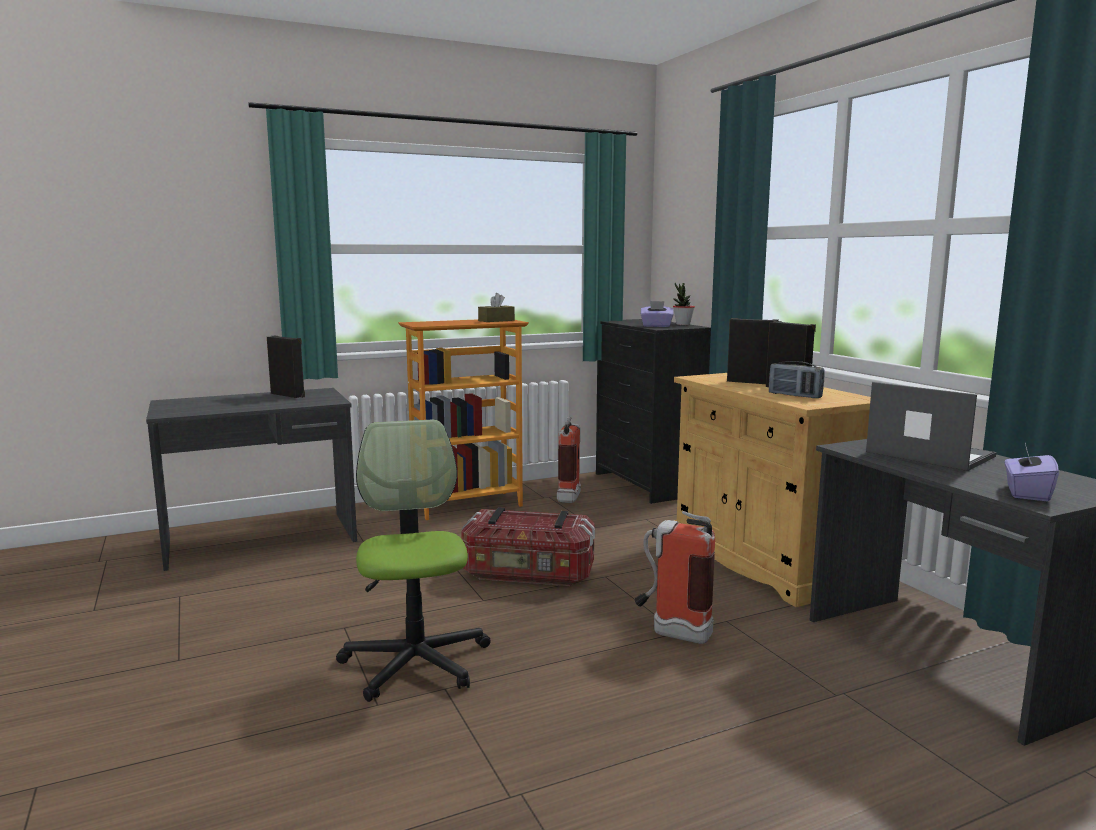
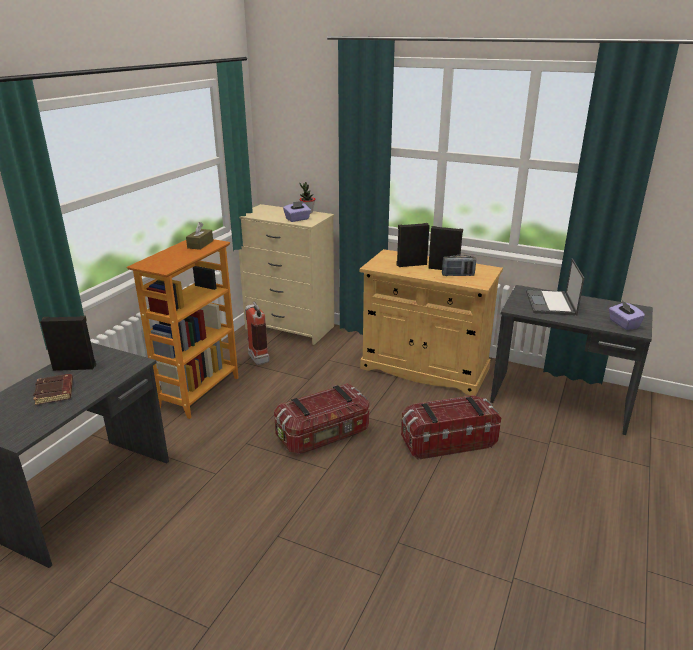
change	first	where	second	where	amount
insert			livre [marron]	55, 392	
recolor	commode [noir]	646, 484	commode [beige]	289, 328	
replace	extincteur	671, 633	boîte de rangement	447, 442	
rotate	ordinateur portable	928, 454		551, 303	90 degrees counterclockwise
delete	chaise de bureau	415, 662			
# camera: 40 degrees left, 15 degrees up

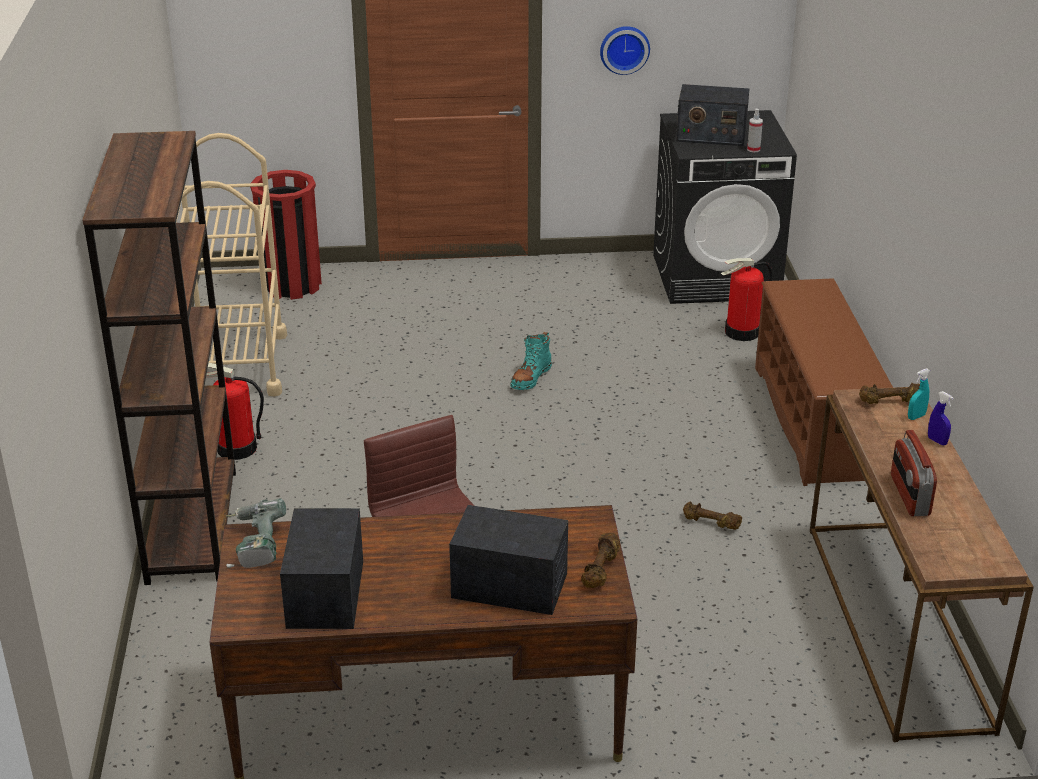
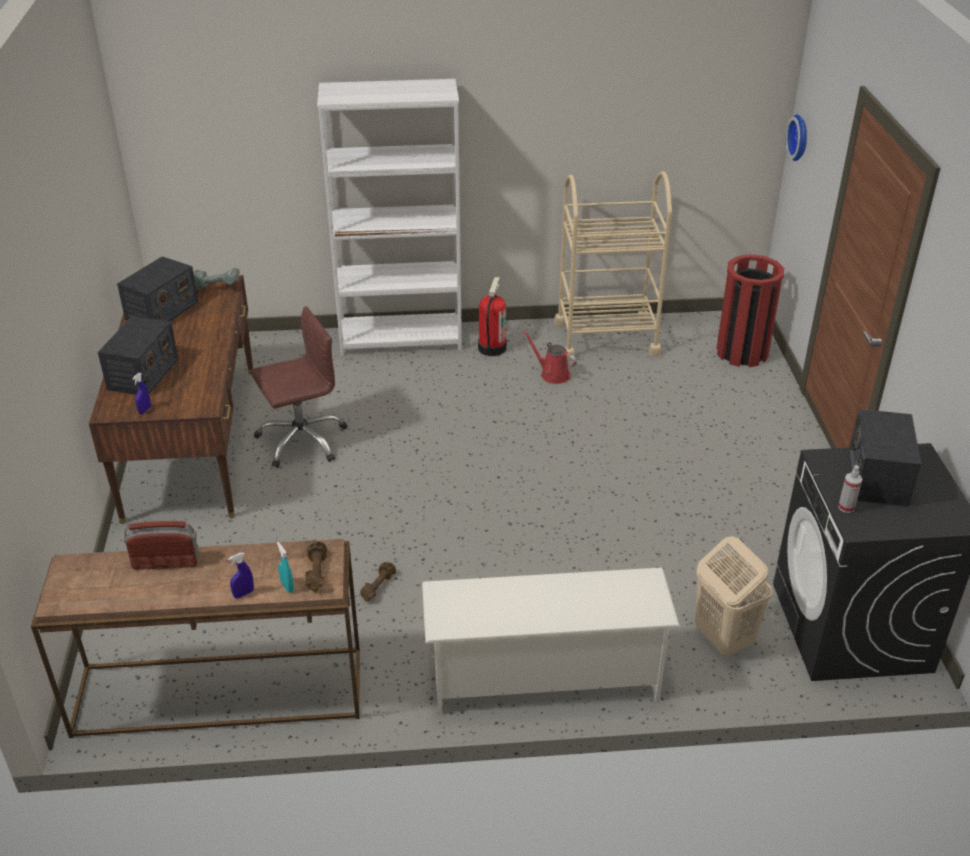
change	first	where	second	where	amount
rotate	radio	325, 593		161, 311	120 degrees clockwise
replace	haltère [marron]	601, 570	vaporisateur [bleu]	145, 410	
recolor	bibliothèque [marron]	192, 525	bibliothèque [blanc]	401, 339	
recolor	étagère à chaussures [marron]	814, 422	étagère à chaussures [blanc]	544, 677	
insert			arrosoir [rouge]	552, 374	
replace	extincteur	742, 332	panier à linge [beige]	722, 638	
move	horloge murale	624, 49		800, 137	
delete	botte [turquoise]	531, 378			
# camera: 90 degrees right, 5 degrees up

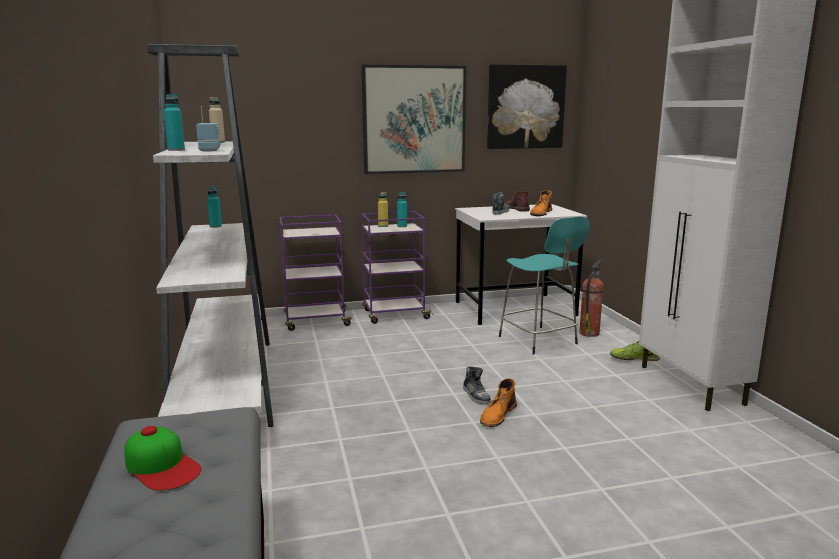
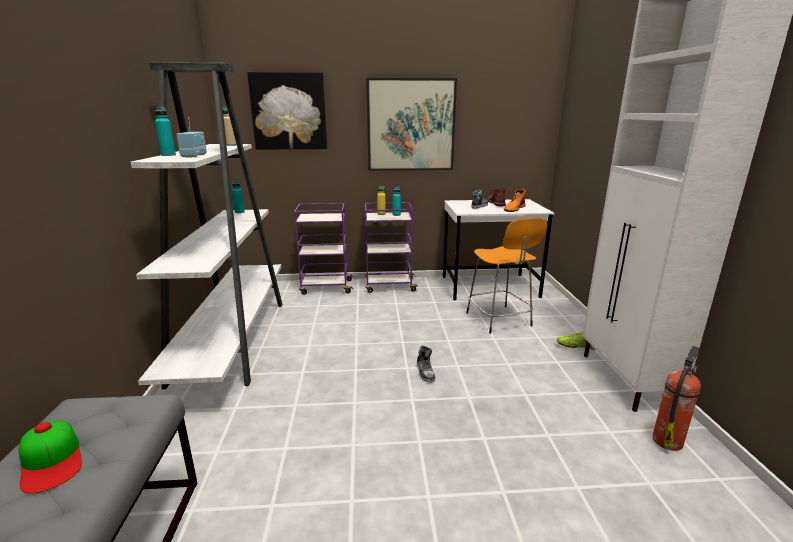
change	first	where	second	where	amount
move	tableau	525, 107		289, 111	
recolor	tabouret [turquoise]	539, 341	tabouret [orange]	499, 320	
move	extincteur	589, 333		668, 440	
delete	botte [orange]	498, 415			
# camera: 10 degrees right, 5 degrees up

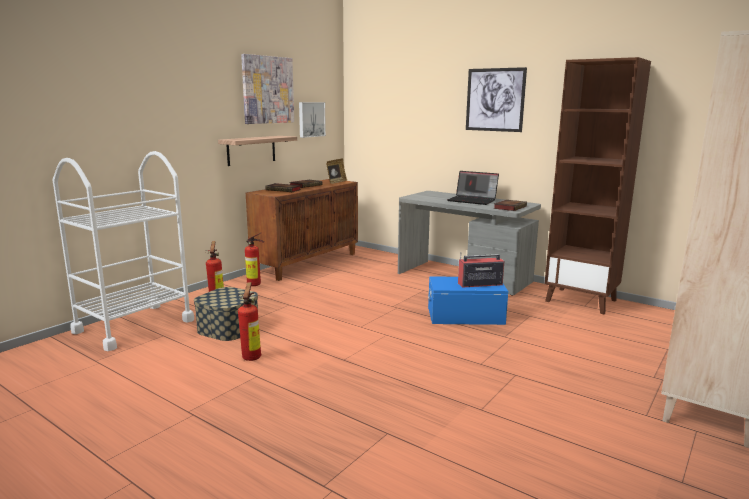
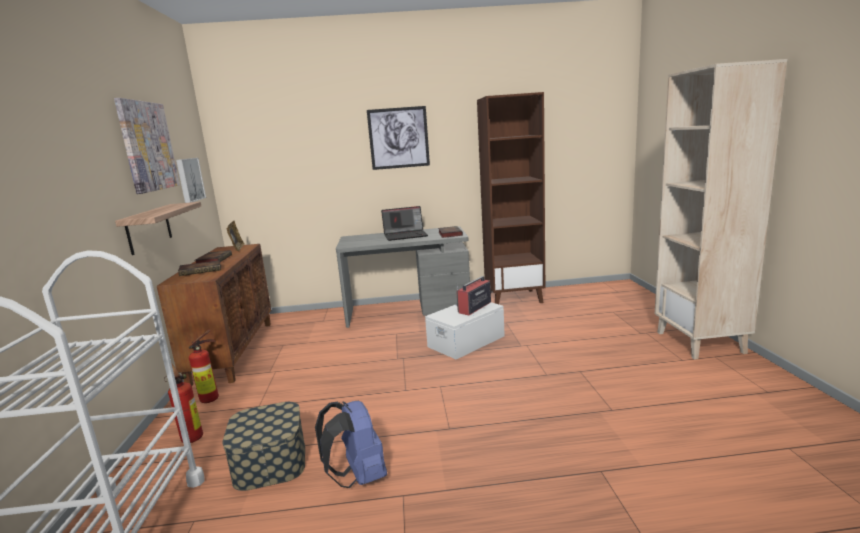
change	first	where	second	where	amount
replace	extincteur	252, 356	sac à dos [bleu]	358, 477	
recolor	boîte de rangement [bleu]	465, 315	boîte de rangement [blanc]	465, 341	
# camera: 40 degrees left, 0 degrees up

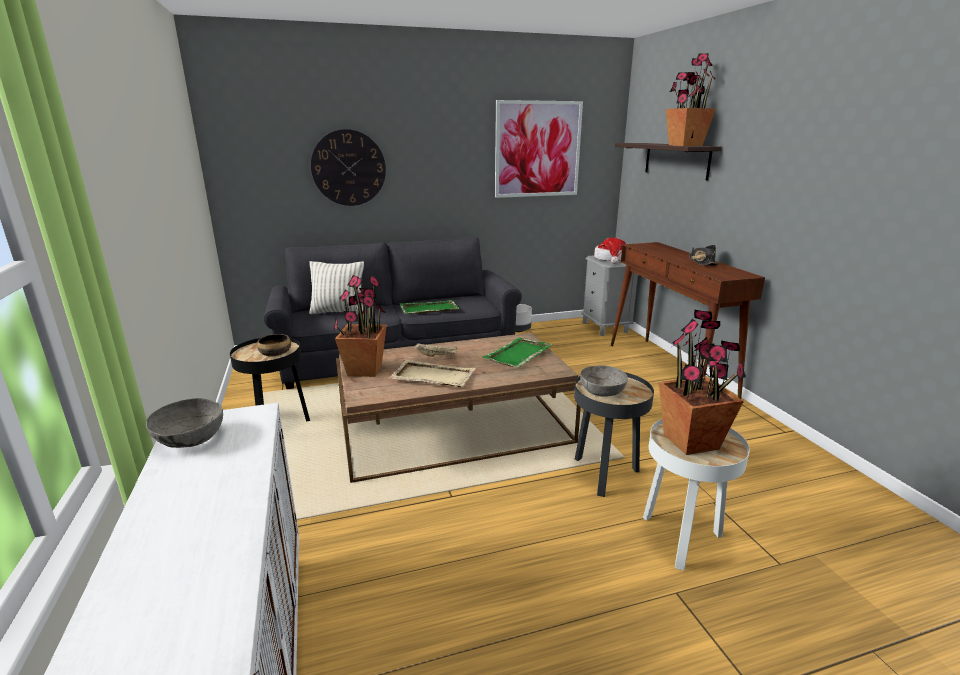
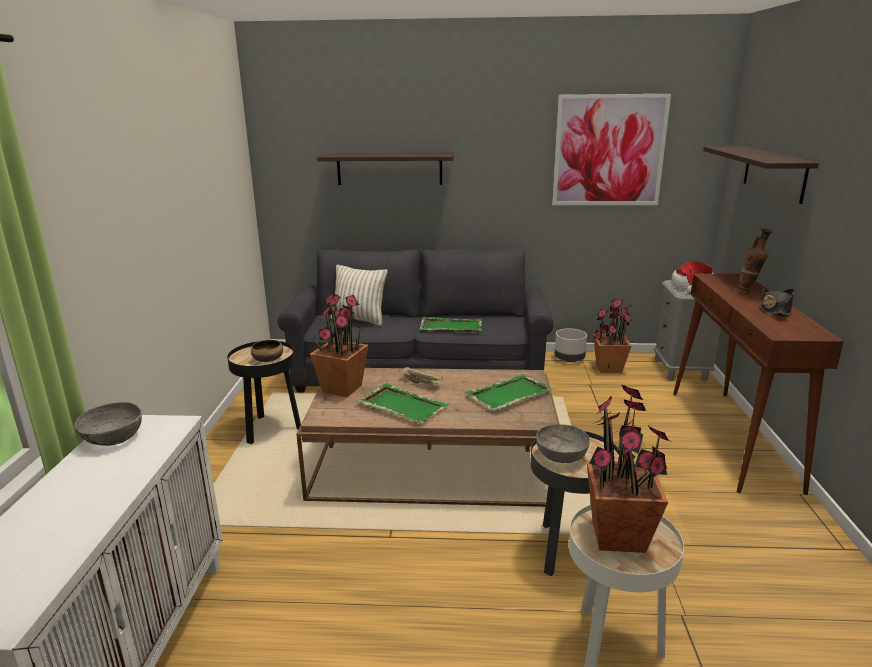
change	first	where	second	where	amount
replace	horloge murale	348, 168	étagère	389, 168	
recolor	plateau [beige]	432, 376	plateau [vert]	402, 406	
move	plante en pot	684, 145		608, 368	
insert			vase	748, 293	
# camera: 20 degrees right, 0 degrees up

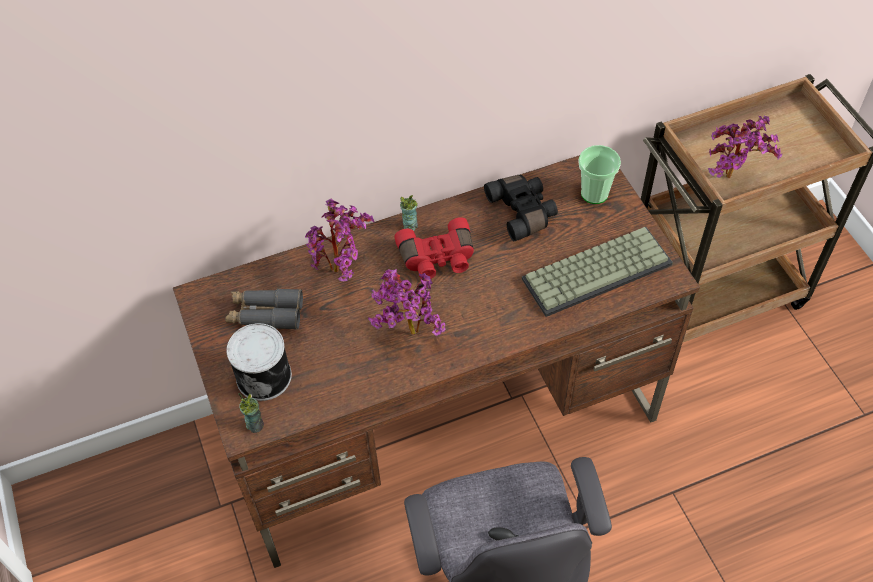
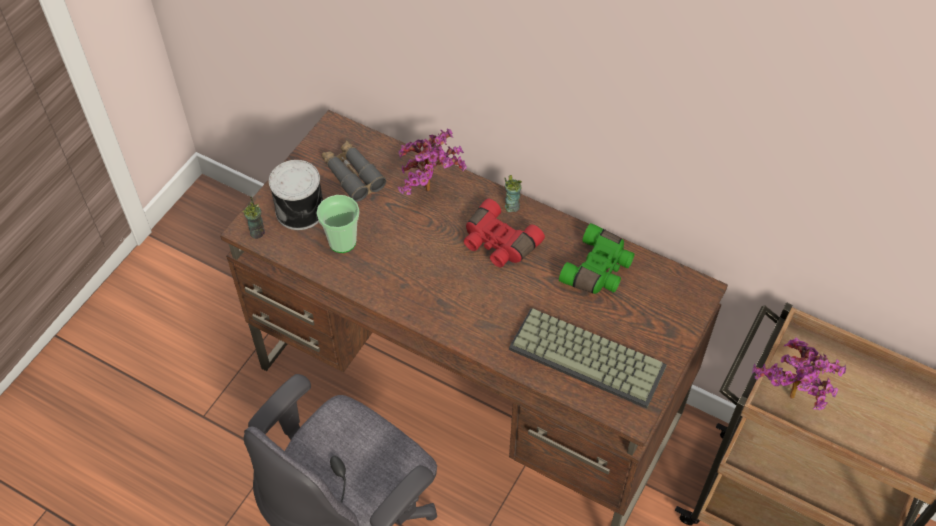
change	first	where	second	where	amount
move	tasse	594, 193		342, 242	
recolor	jumelles [noir]	523, 212	jumelles [vert]	598, 270	
delete	plante en pot	407, 335			
# camera: 50 degrees right, 0 degrees up

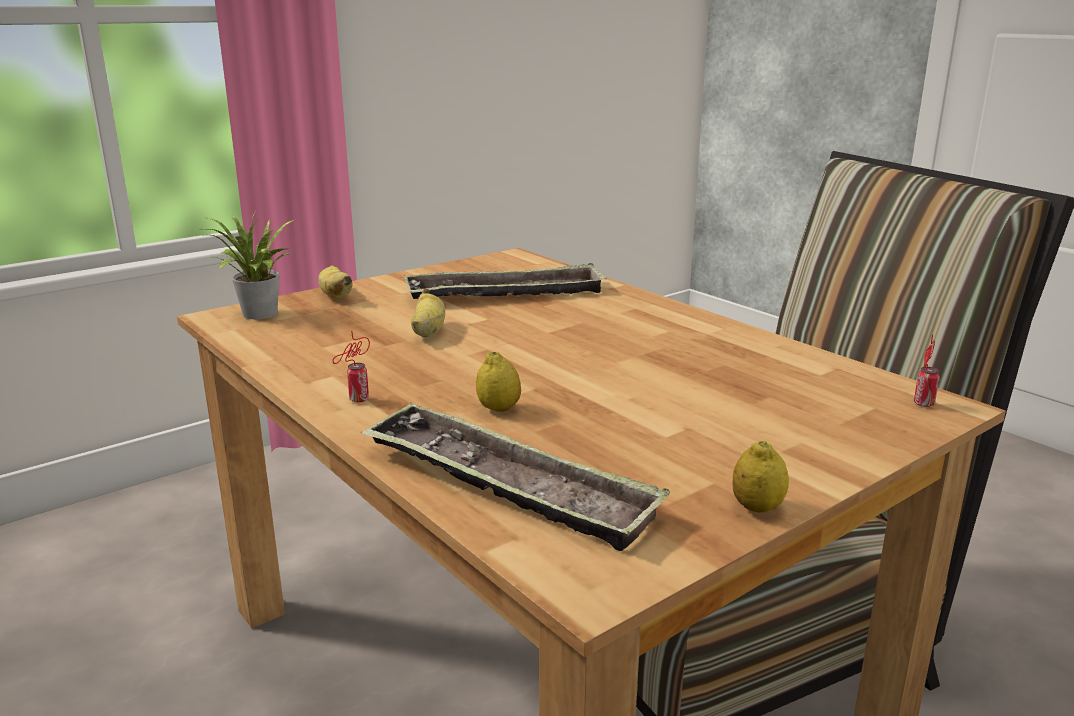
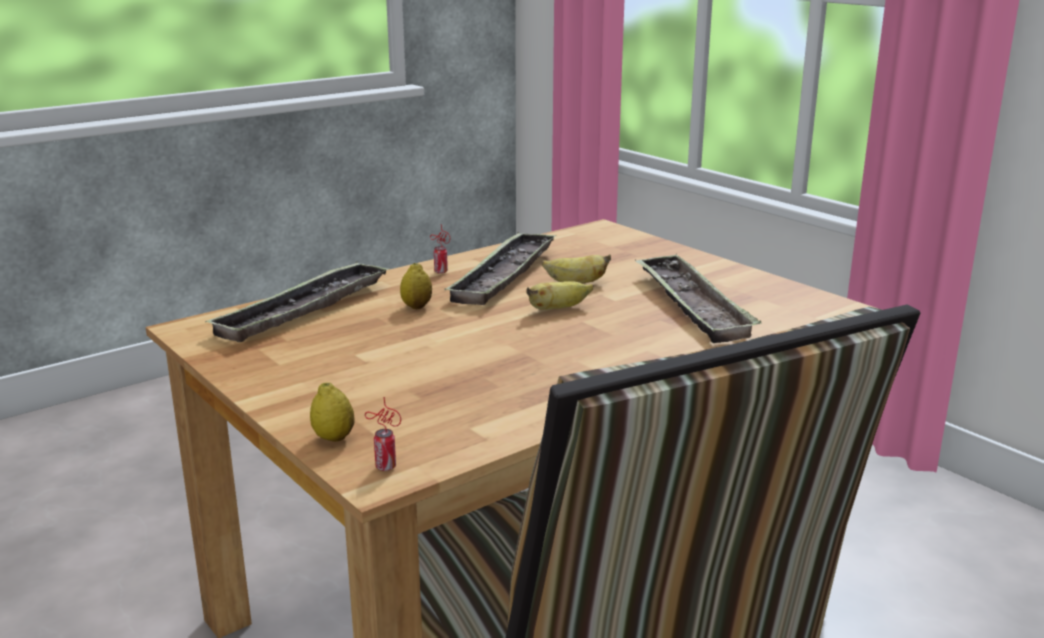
change	first	where	second	where	amount
move	citron	757, 508		333, 438	
insert			plateau	504, 275	
move	banane	335, 296		558, 309	
delete	plante en pot	257, 315			
# camera: 90 degrees right, 0 degrees up

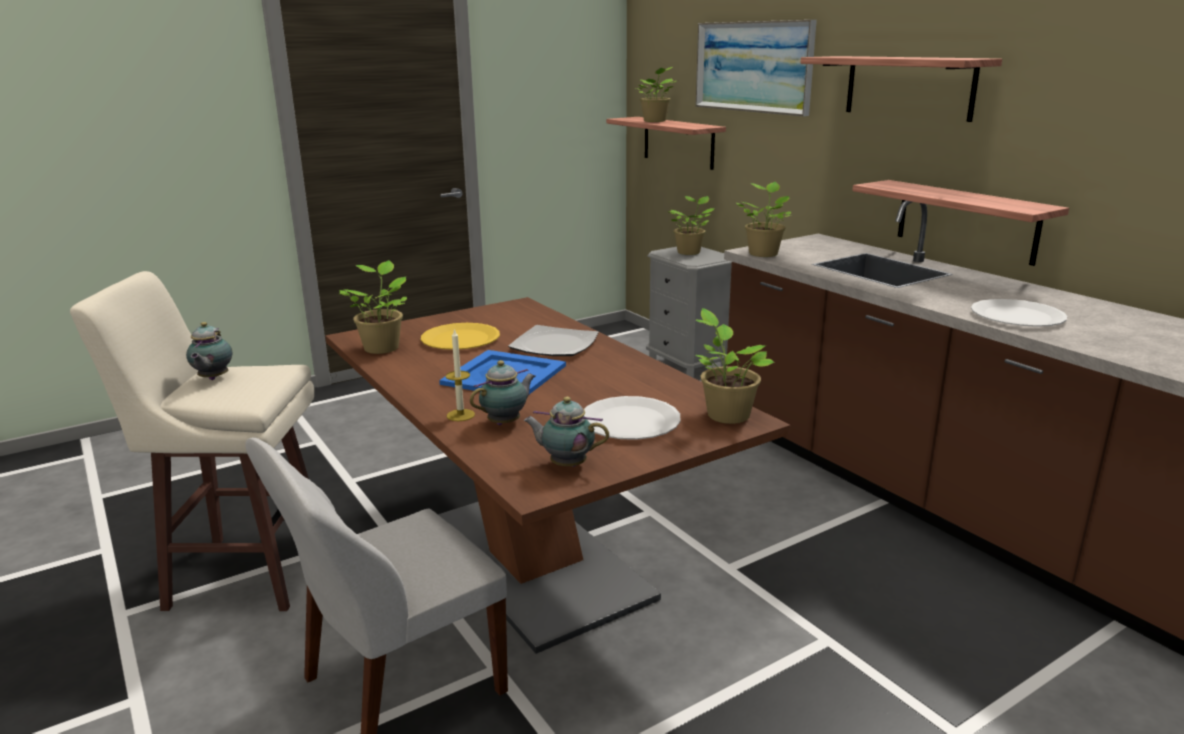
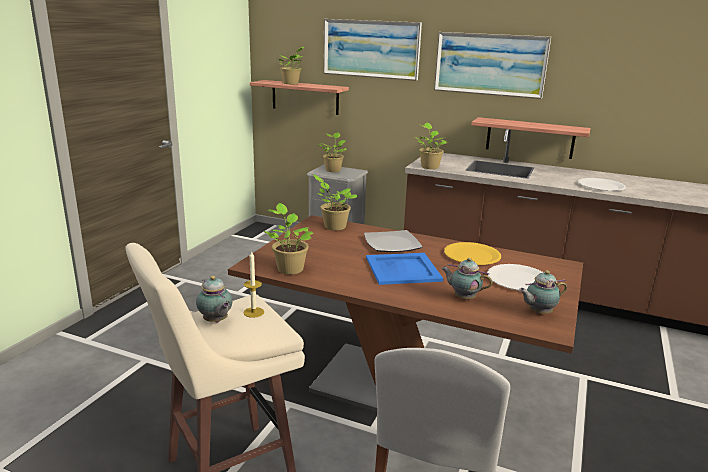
change	first	where	second	where	amount
move	bougie	460, 415		253, 312	
move	plante en pot	726, 414		333, 226	
replace	étagère	908, 87	tableau	490, 64	
rotate	théière	506, 422		463, 298	75 degrees counterclockwise
move	assiette [jaune]	460, 339		472, 255	
# camera: 35 degrees left, 0 degrees up

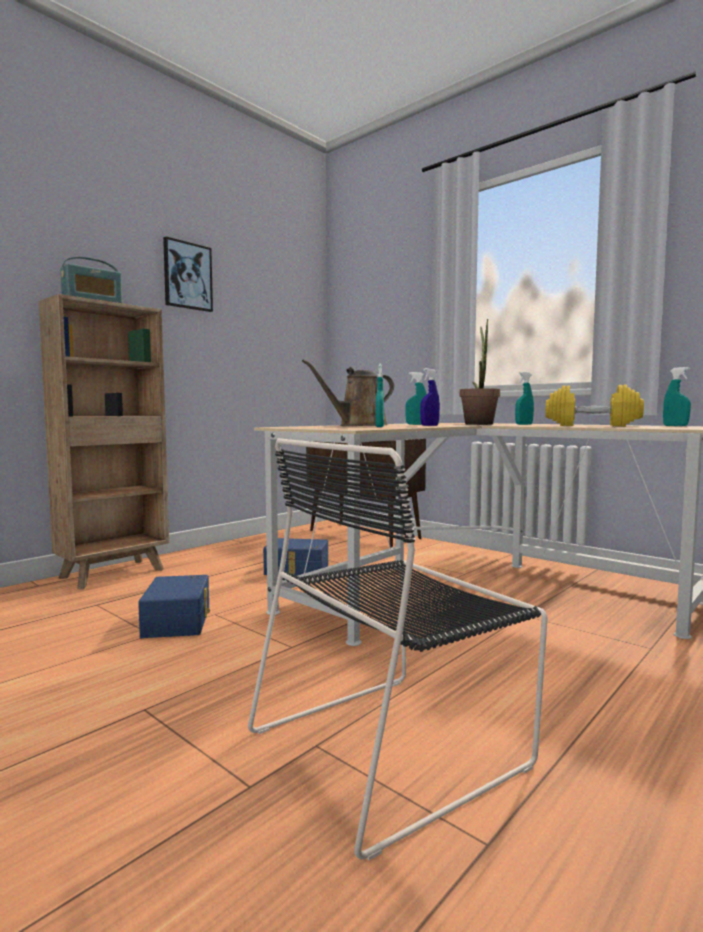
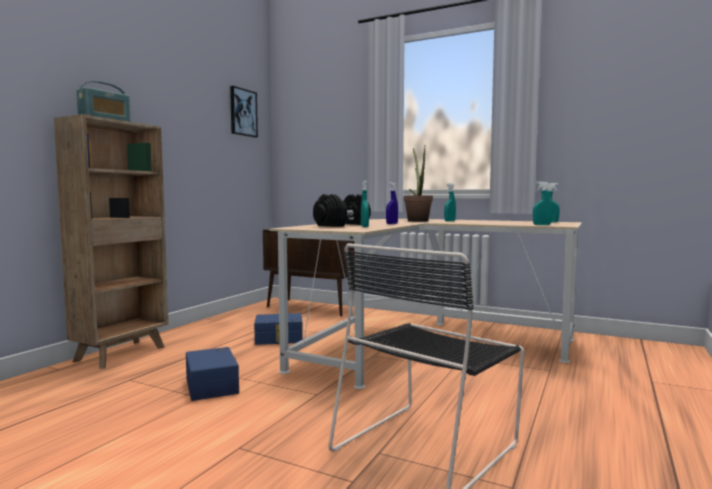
change	first	where	second	where	amount
move	tableau	187, 276		243, 112	
replace	arrosoir [marron]	358, 426	haltère [noir]	342, 225	
move	vaporisateur [turquoise]	416, 424		541, 225	
delete	haltère [jaune]	592, 425			
# camera: 15 degrees left, 0 degrees up

